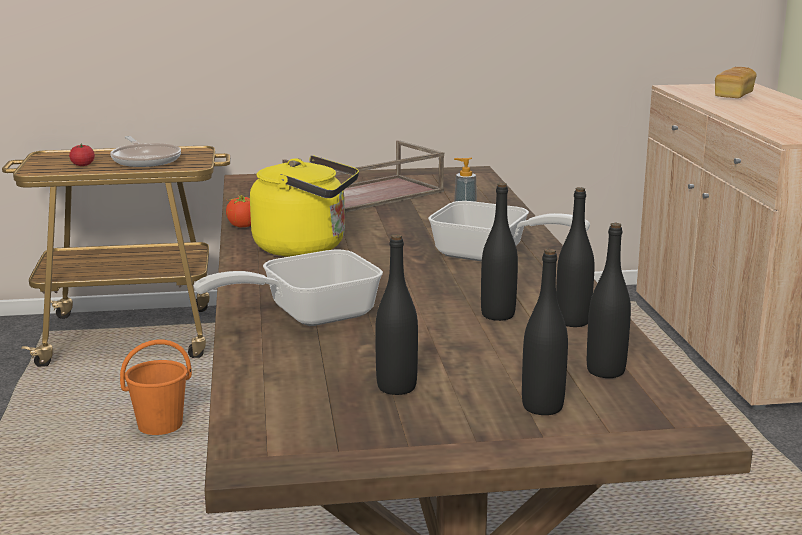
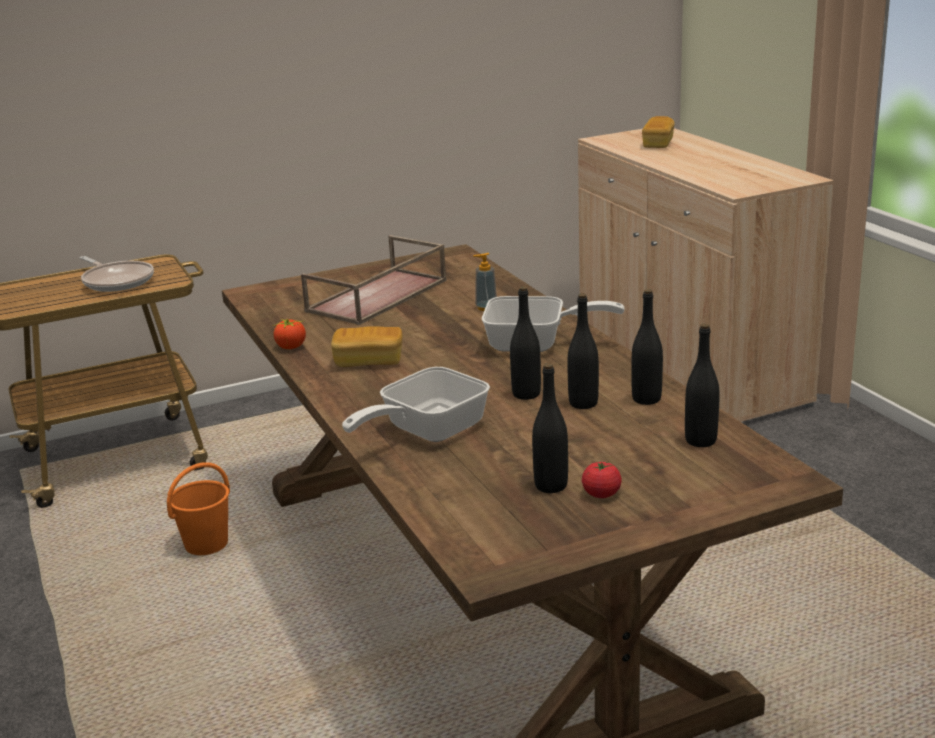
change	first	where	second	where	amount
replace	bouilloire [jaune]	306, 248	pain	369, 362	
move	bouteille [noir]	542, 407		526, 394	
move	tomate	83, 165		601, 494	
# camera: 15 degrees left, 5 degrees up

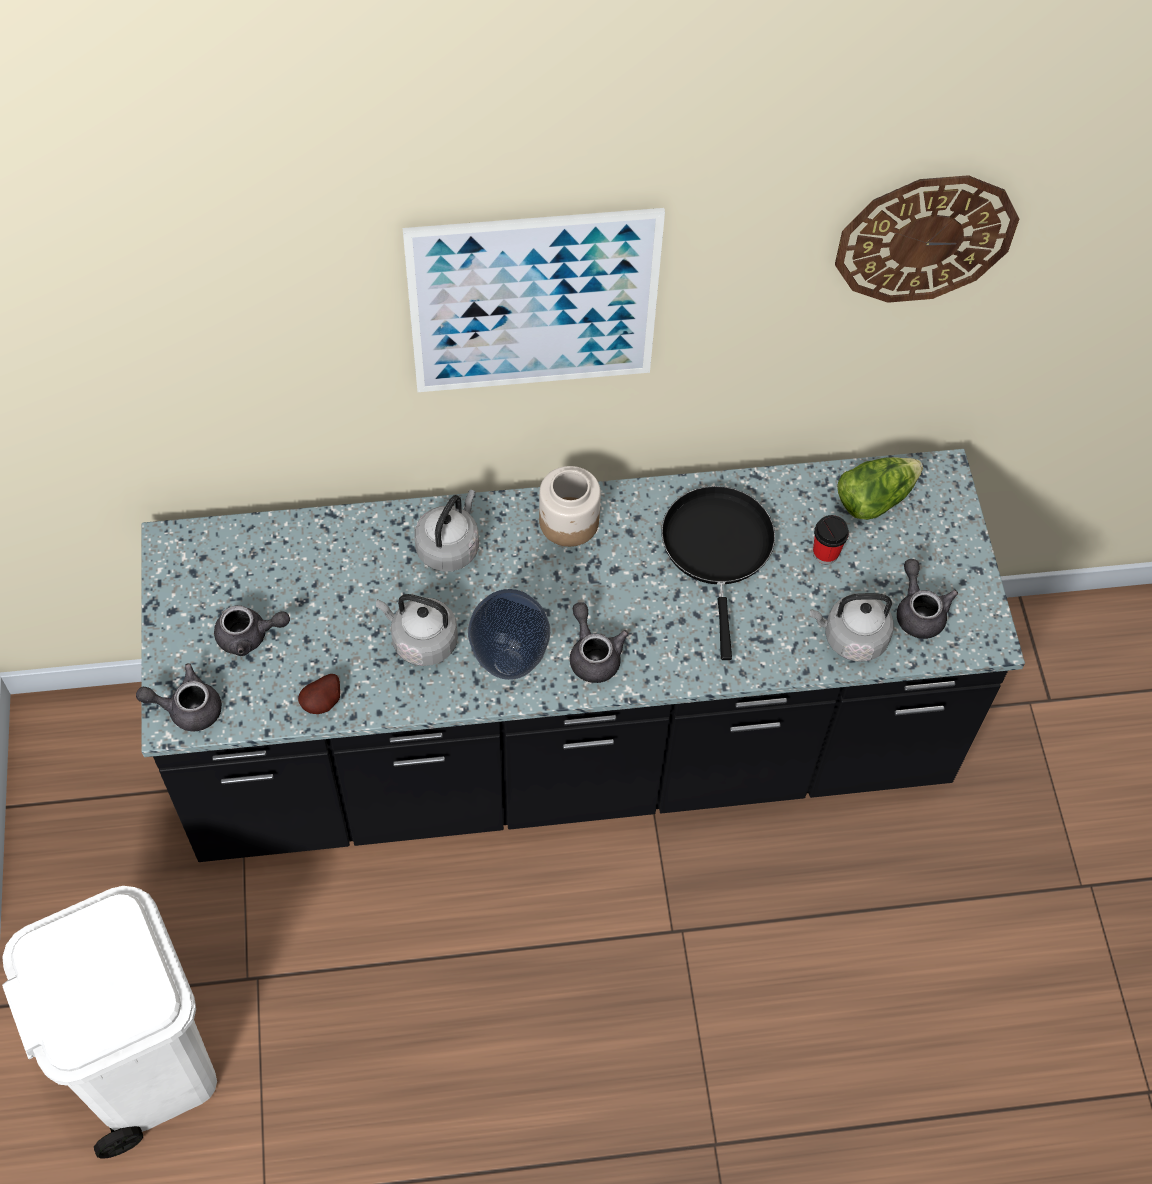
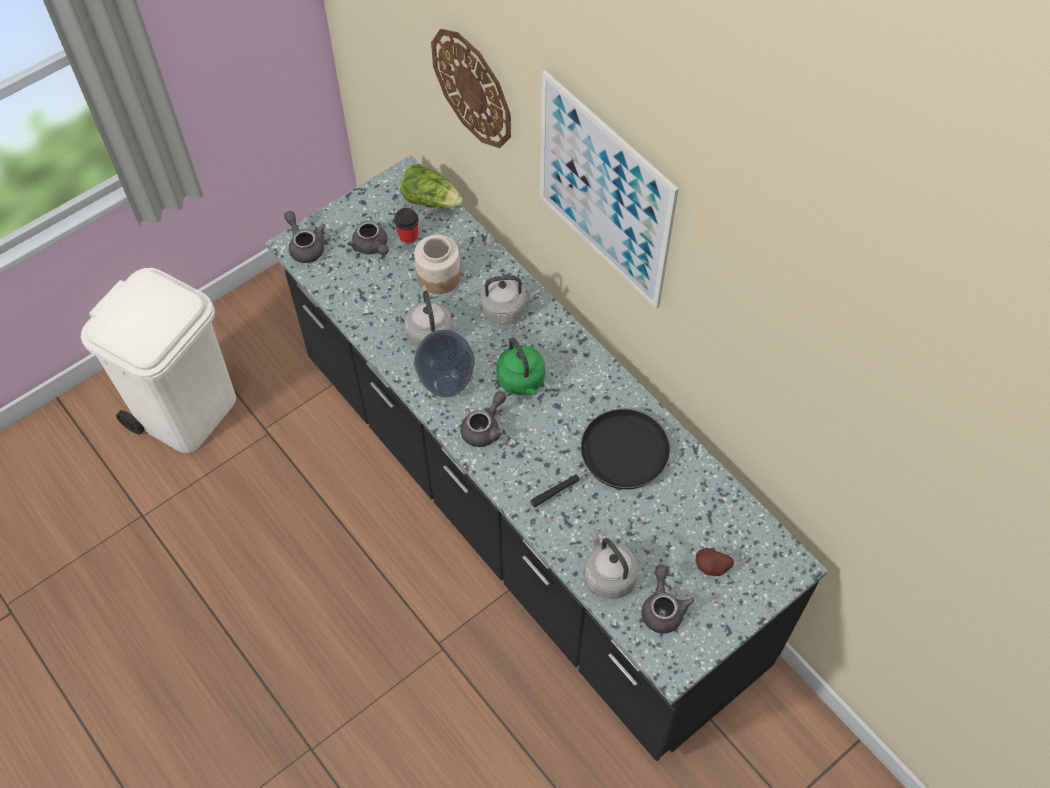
change	first	where	second	where	amount
move	tasse	825, 553		408, 237	
move	laitue	874, 498		431, 200	
move	bocal	568, 522		438, 277	
move	horloge murale	925, 238		473, 88	
insert			bouilloire [vert]	522, 381	
rotate	théière [gris]	919, 611		662, 608	45 degrees counterclockwise
move	pomme de terre	324, 703		711, 568	
# camera: 60 degrees right, 0 degrees up

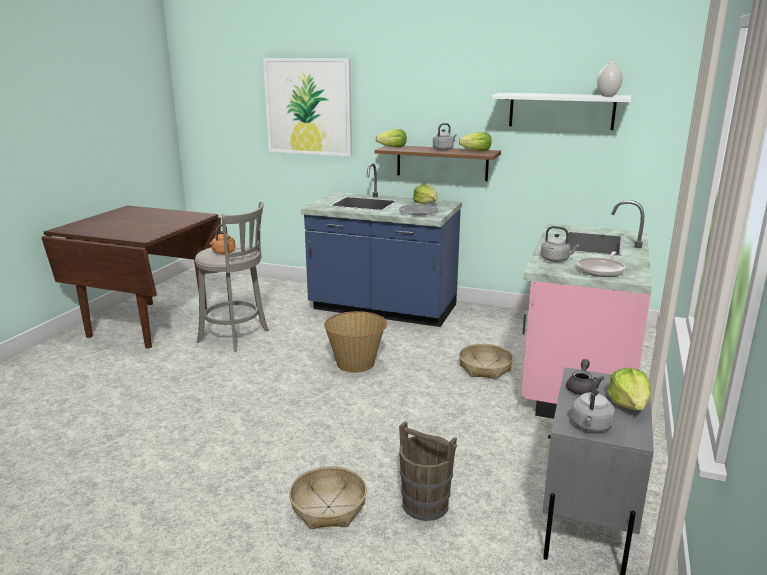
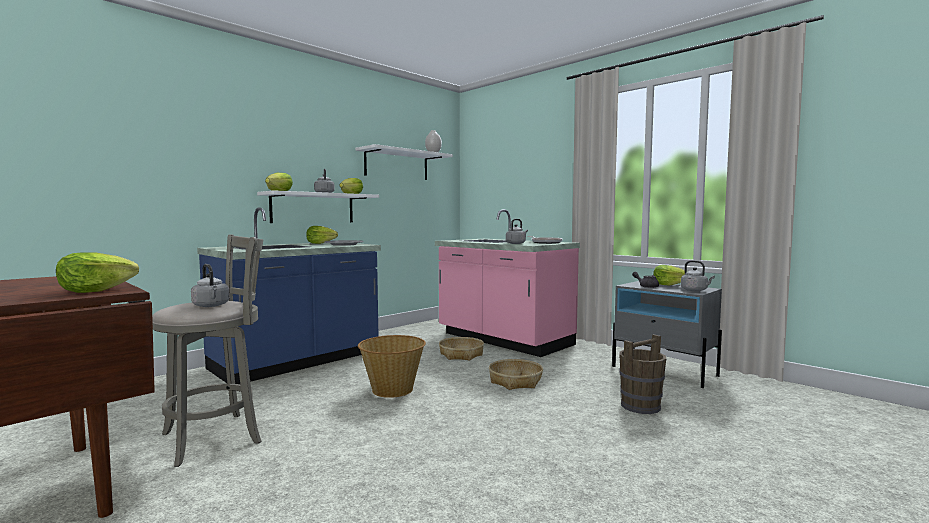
change	first	where	second	where	amount
insert			laitue	95, 290	
recolor	bouilloire [orange]	223, 253	bouilloire [gris]	211, 306	
recolor	étagère [marron]	442, 162	étagère [blanc]	313, 208	
move	panier	328, 507		515, 381	
delete	tableau	308, 107			
# camera: 65 degrees left, 15 degrees down

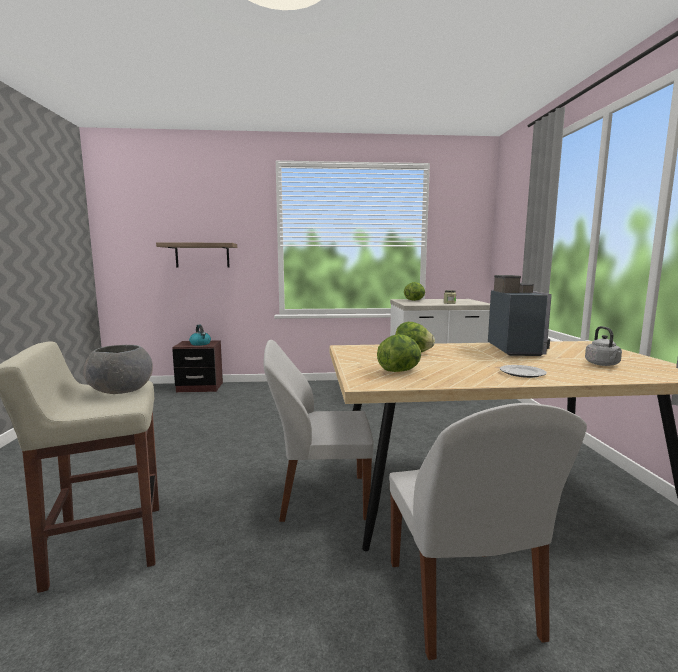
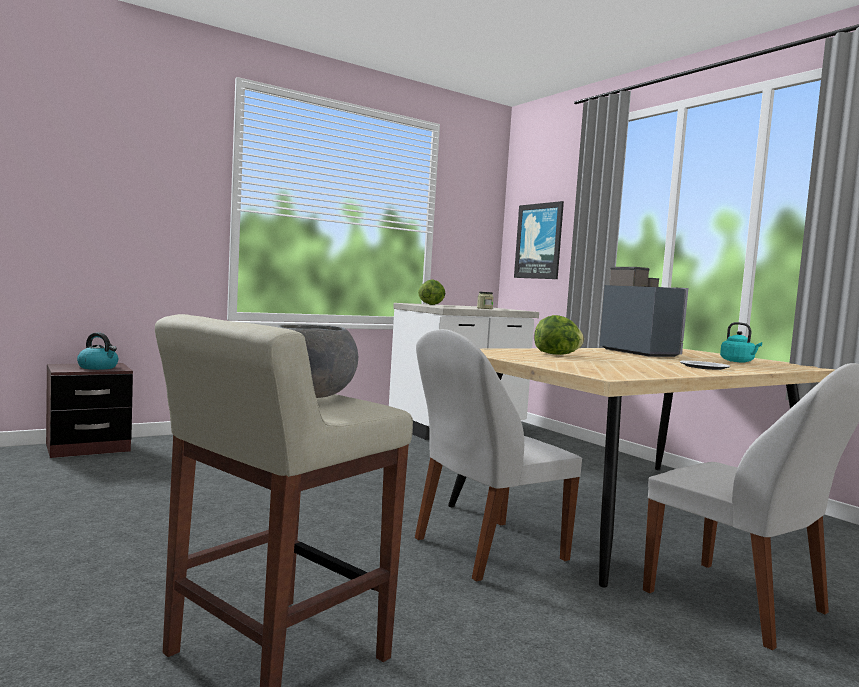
change	first	where	second	where	amount
insert			tableau	539, 241	
recolor	bouilloire [gris]	603, 364	bouilloire [turquoise]	738, 361	
delete	étagère	202, 255			
delete	laitue	400, 371			
# camera: 30 degrees left, 5 degrees down

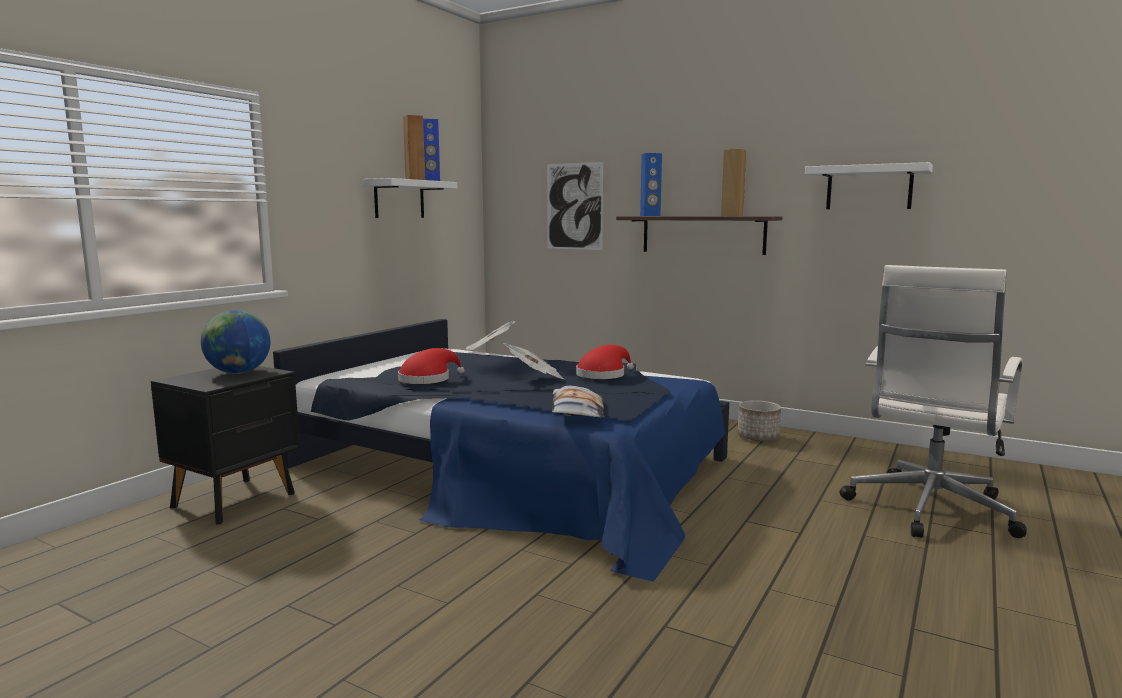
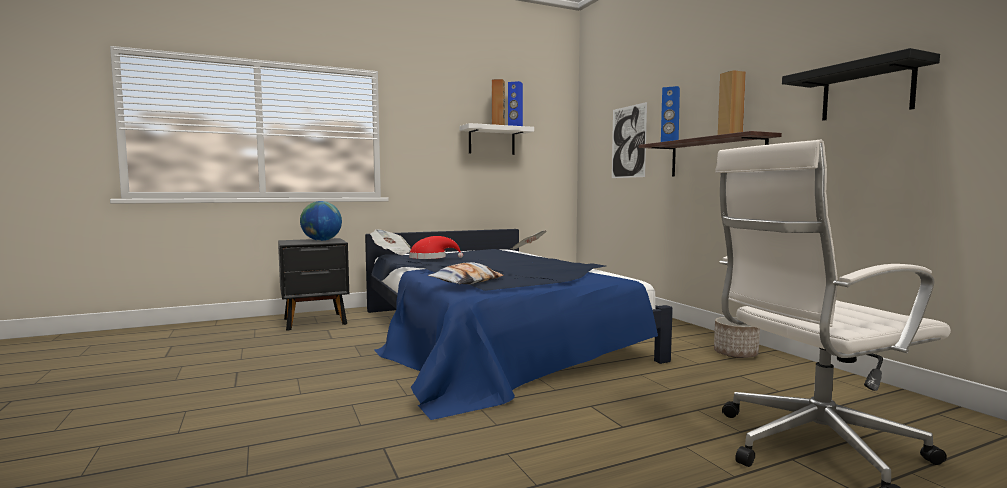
change	first	where	second	where	amount
move	journal	535, 377		392, 253	
recolor	étagère [blanc]	869, 188	étagère [noir]	867, 91	
delete	chapeau [rouge]	603, 375			
# camera: 35 degrees right, 5 degrees down

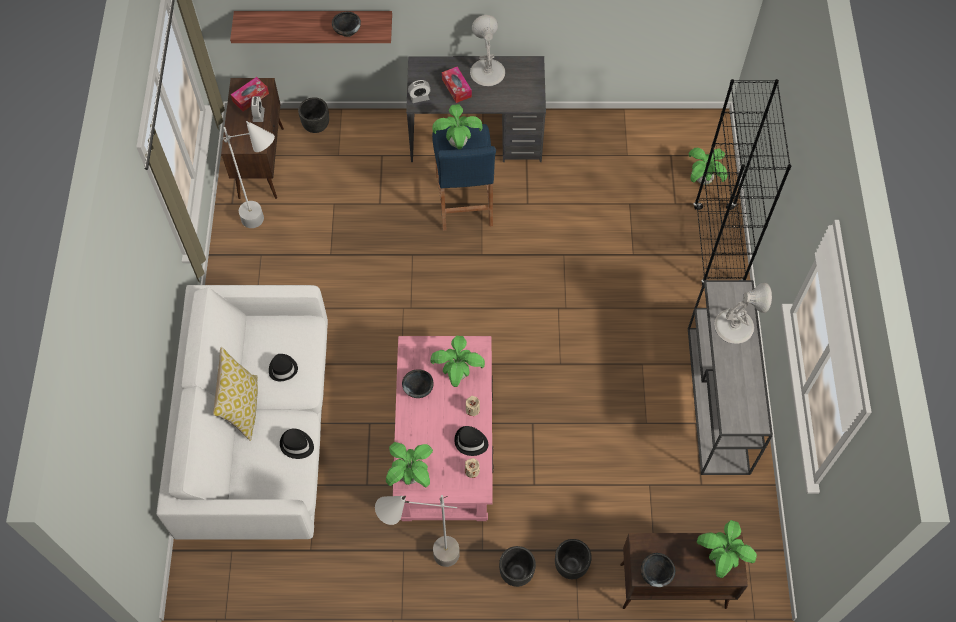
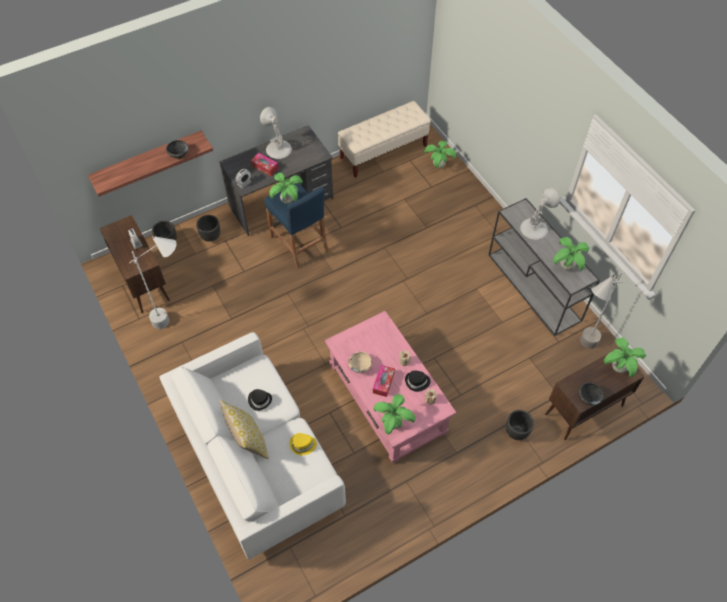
change	first	where	second	where	amount
move	cache-pot [noir]	516, 572		210, 236	
recolor	chapeau [noir]	296, 445	chapeau [jaune]	303, 445	
insert			banc [beige]	383, 152	
recolor	bol [noir]	418, 388	bol [beige]	360, 366	
move	boîte à mouchoirs	250, 97		383, 383	
move	plante en pot	457, 373		566, 267	
move	lampadaire [gris]	425, 560		580, 350	
delete	bibliothèque [noir]	718, 247			
# camera: 30 degrees left, 5 degrees down

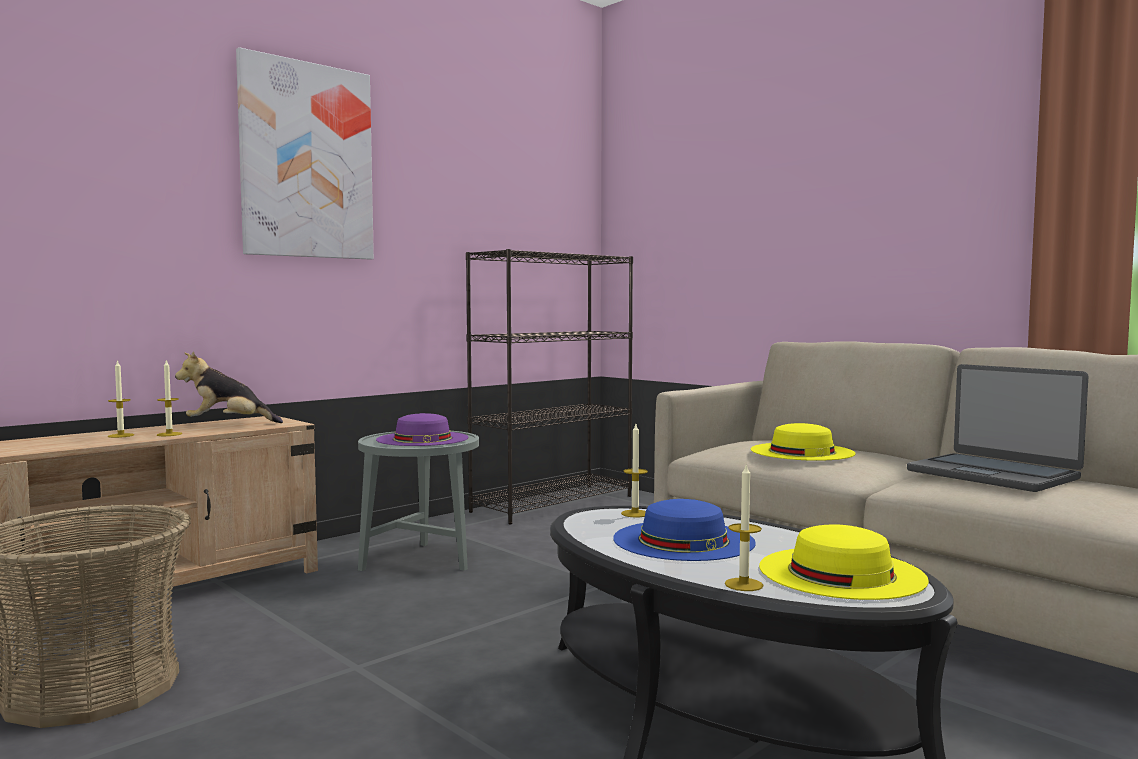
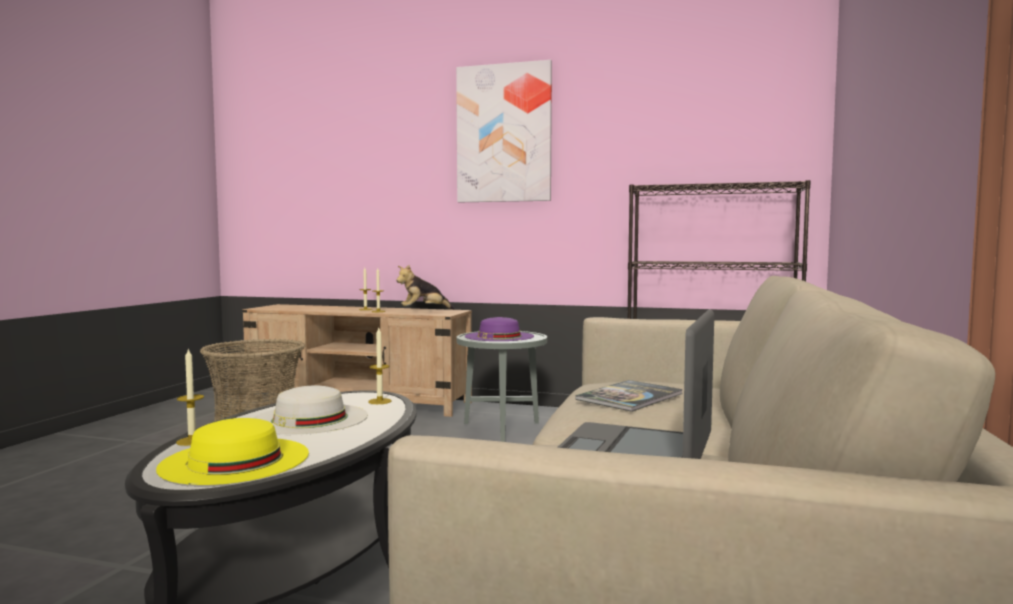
change	first	where	second	where	amount
recolor	chapeau [bleu]	683, 540	chapeau [blanc]	310, 418	
rotate	peluche	228, 424		423, 311	75 degrees counterclockwise
replace	chapeau [jaune]	802, 451	livre	630, 397	
# camera: 60 degrees right, 0 degrees up

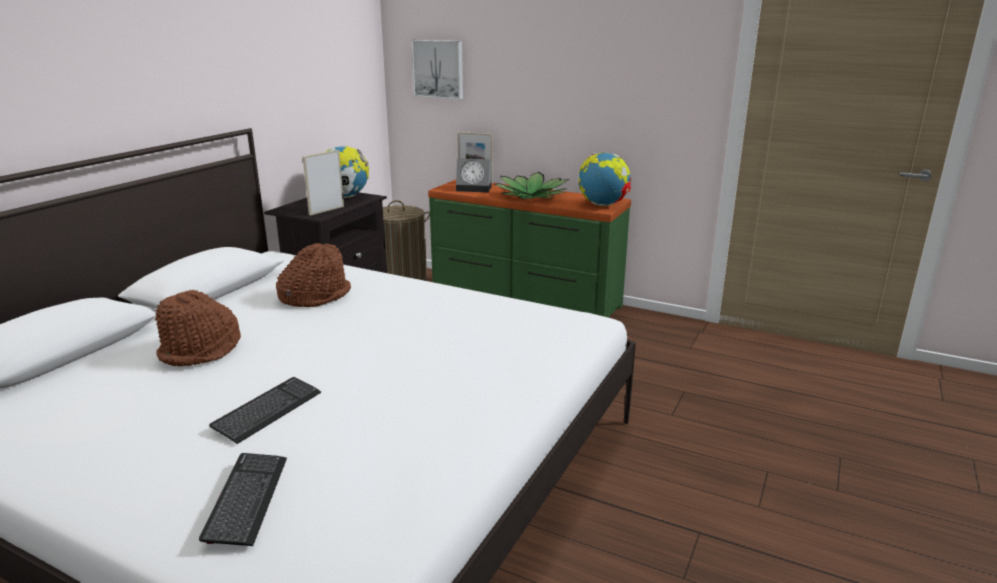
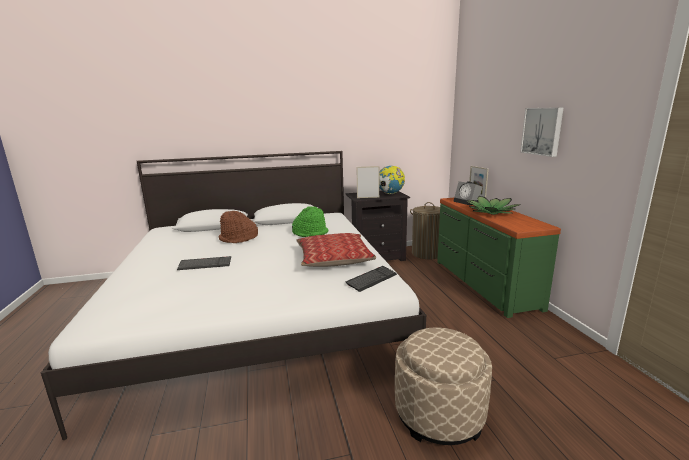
change	first	where	second	where	amount
recolor	chapeau [marron]	315, 296	chapeau [vert]	310, 233	
insert			coussin	334, 258	
move	clavier	247, 499		371, 279	
insert			pouf [beige]	439, 414	
move	tableau	438, 69		542, 131	
delete	globe	603, 205			
# camera: 50 degrees right, 5 degrees down

